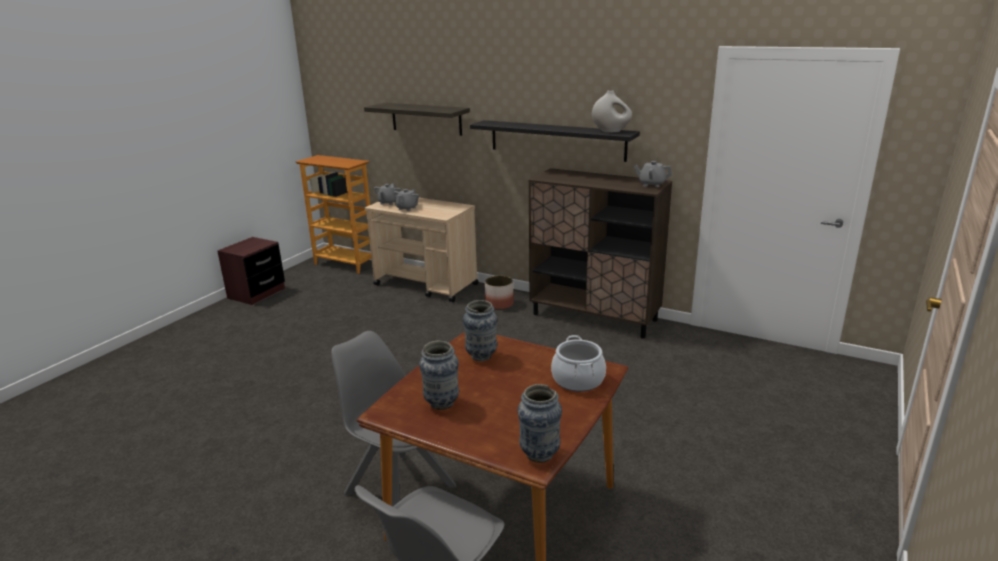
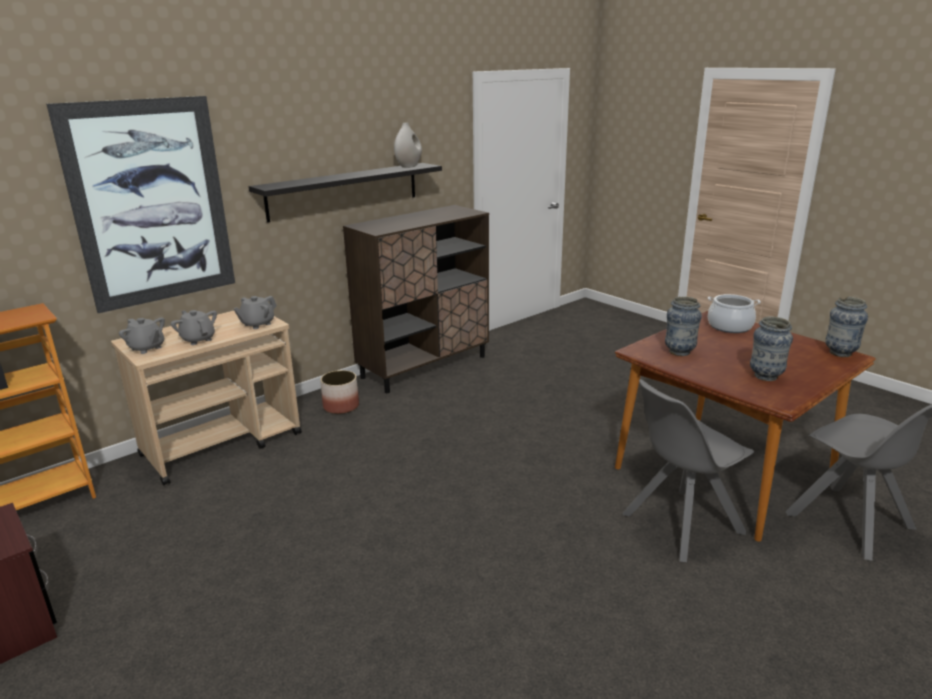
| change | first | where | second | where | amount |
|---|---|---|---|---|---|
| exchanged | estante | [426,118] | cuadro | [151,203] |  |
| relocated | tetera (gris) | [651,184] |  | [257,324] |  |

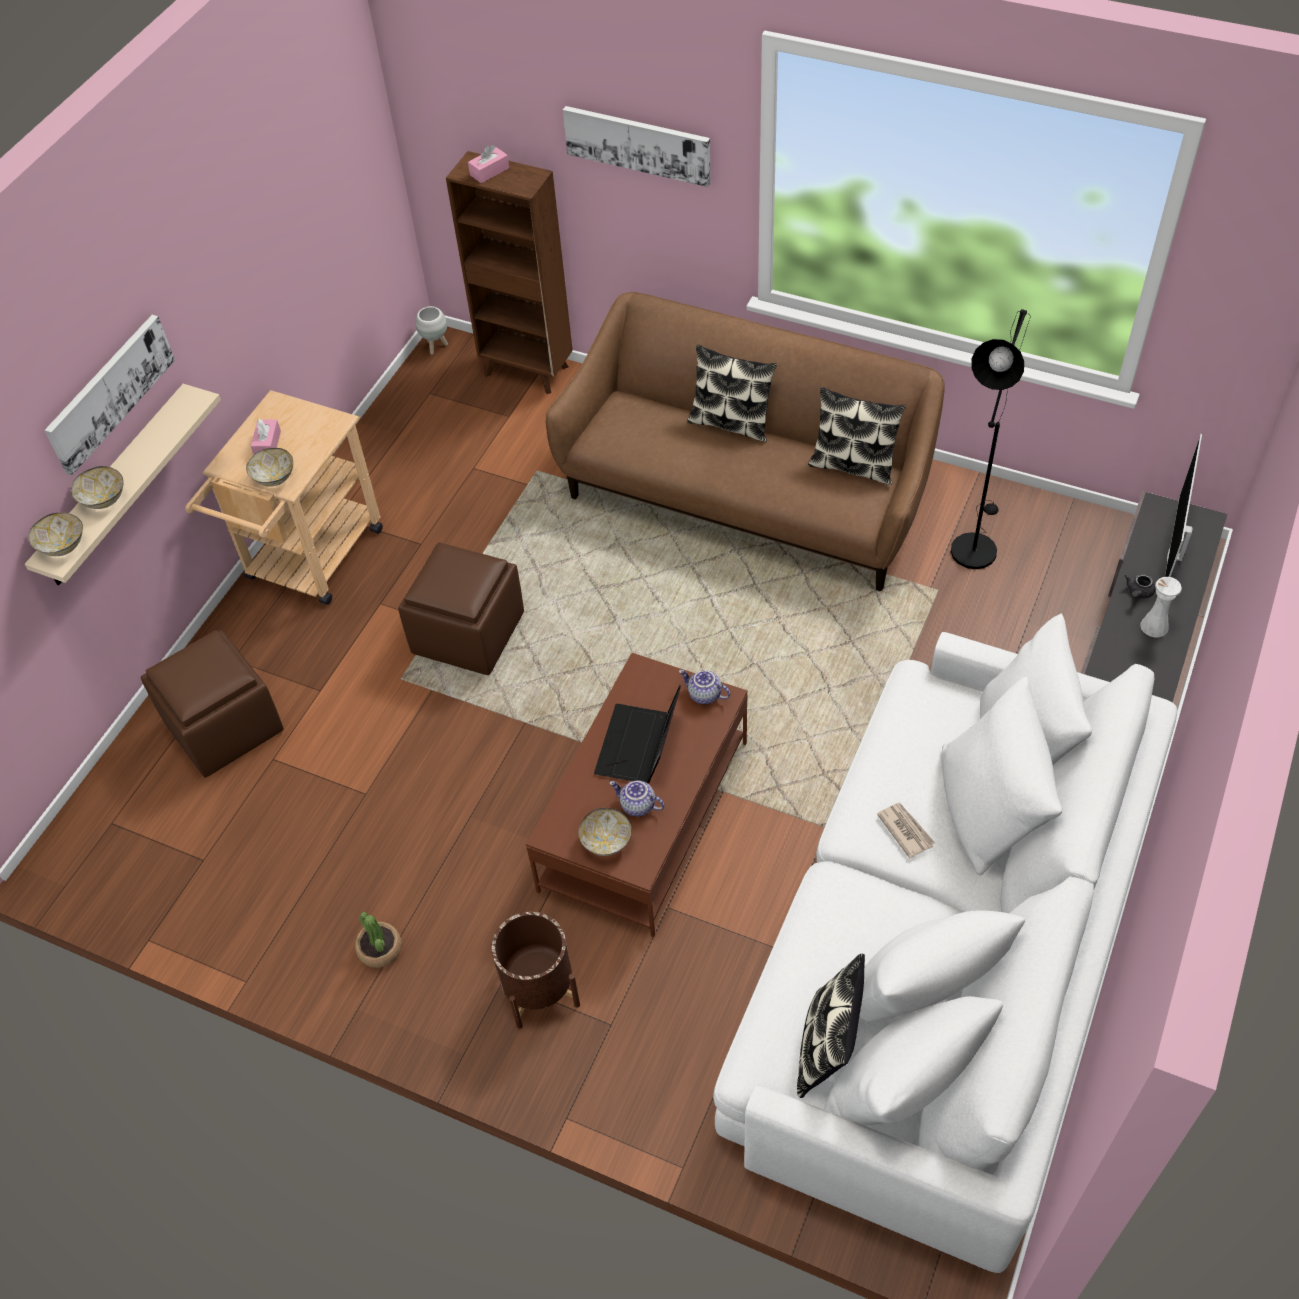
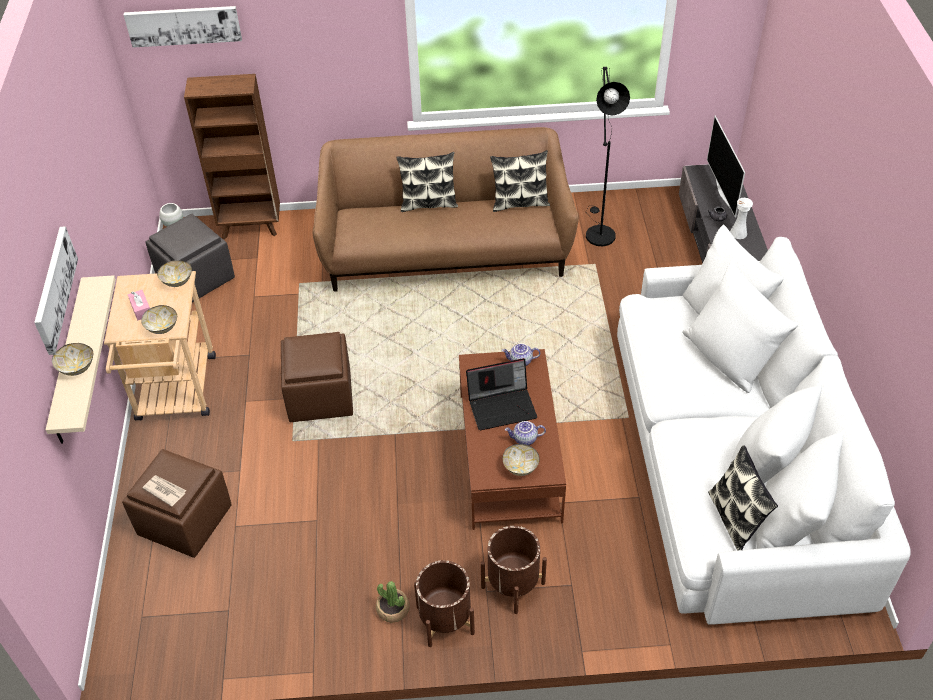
| change | first | where | second | where | amount |
|---|---|---|---|---|---|
| relocated | cuenco | [63,546] |  | [178,281] |  |
| missing | caja de pañuelos (rosa) | [489,171] |  |  |  |
| relocated | cuadro | [638,144] |  | [183,25] |  |
| spun | portátil | [639,747] |  | [502,406] | 90 degrees counterclockwise |
| relocated | periódico | [905,830] |  | [165,490] |  |
| appeared |  |  | puf (gris) | [196,278] |  |
| appeared |  |  | maceta (marrón) | [445,620] |  |

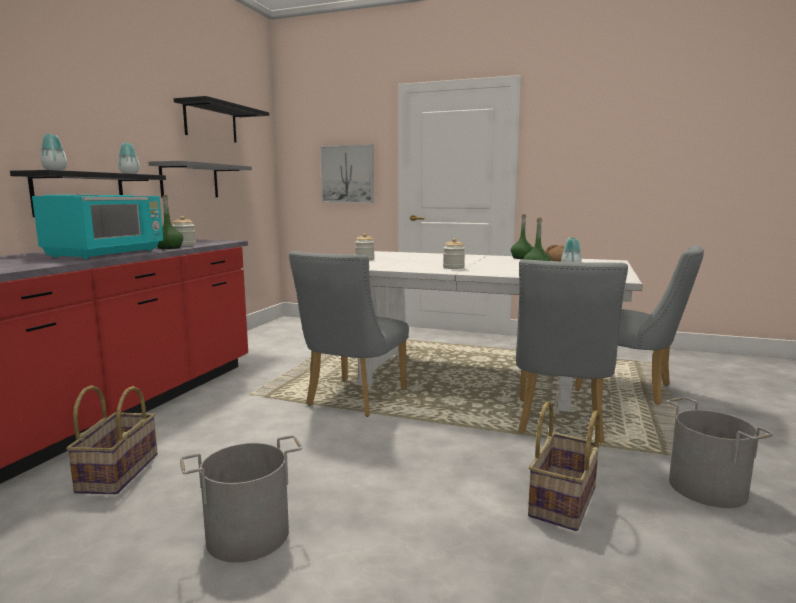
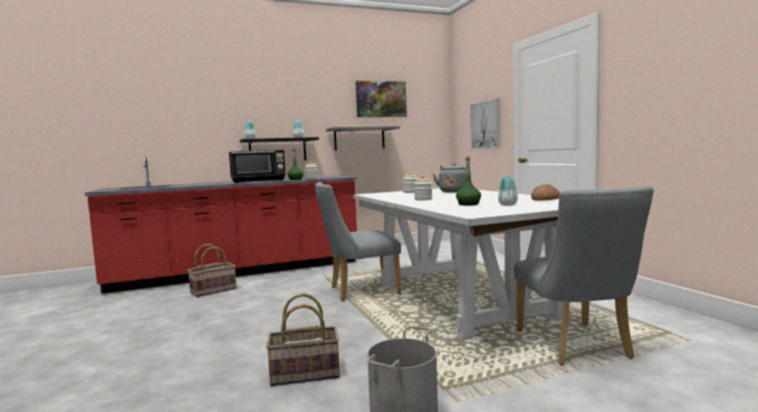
| change | first | where | second | where | amount |
|---|---|---|---|---|---|
| colour | microondas (turquesa) | [108,253] | microondas (negro) | [259,181] |  |
| exchanged | estante (negro) | [211,123] | cuadro | [381,99] |  |
| missing | cubo (gris) | [247,534] |  |  |  |
| missing | botella (verde) | [522,258] |  |  |  |
| missing | silla (gris) | [559,424] |  |  |  |
| appeared |  |  | hervidor (gris) | [453,191] |  |

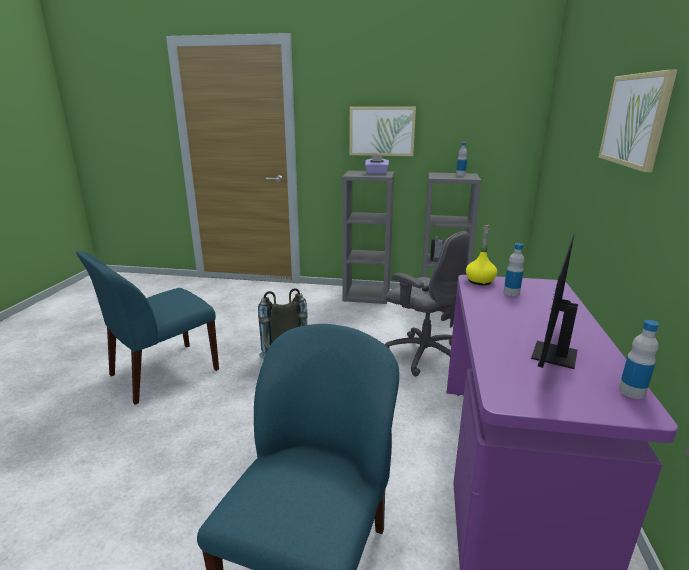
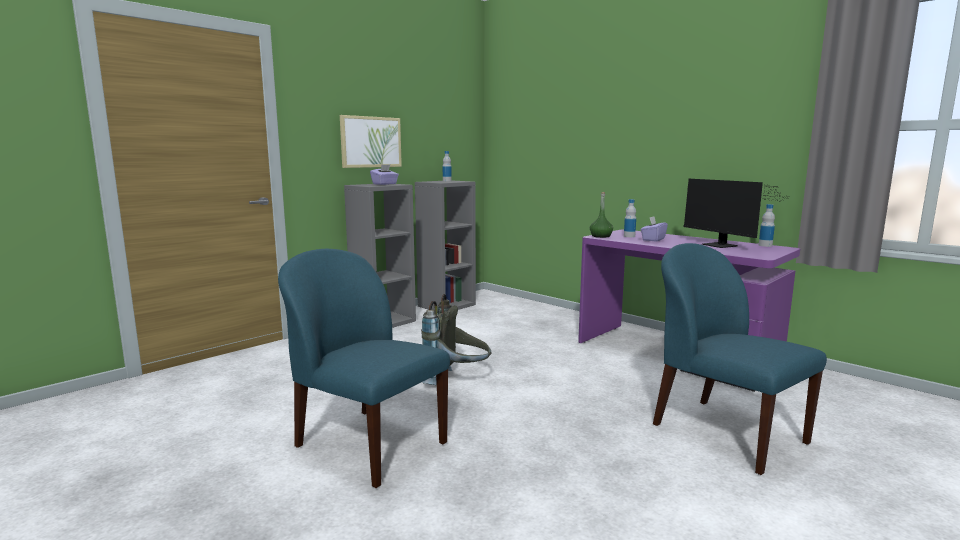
| change | first | where | second | where | amount |
|---|---|---|---|---|---|
| spun | silla (azul) | [162,373] |  | [368,444] | 135 degrees clockwise |
| missing | silla de oficina (gris) | [424,354] |  |  |  |
| colour | botella (amarillo) | [480,281] | botella (verde) | [601,236] |  |
| missing | cuadro | [635,120] |  |  |  |
| appeared |  |  | caja de pañuelos (morado) | [653,239] |  |

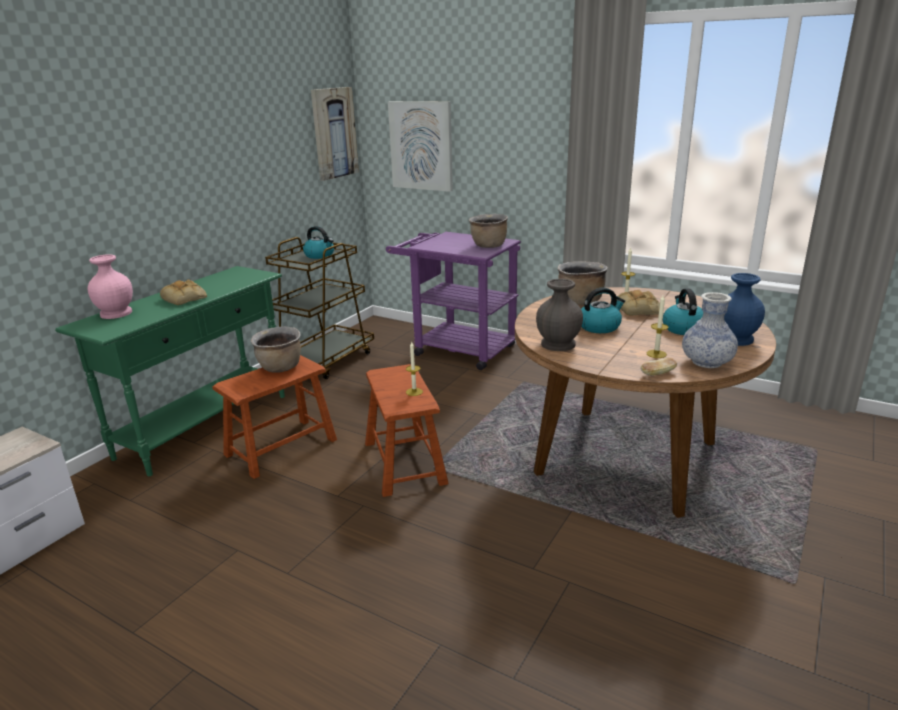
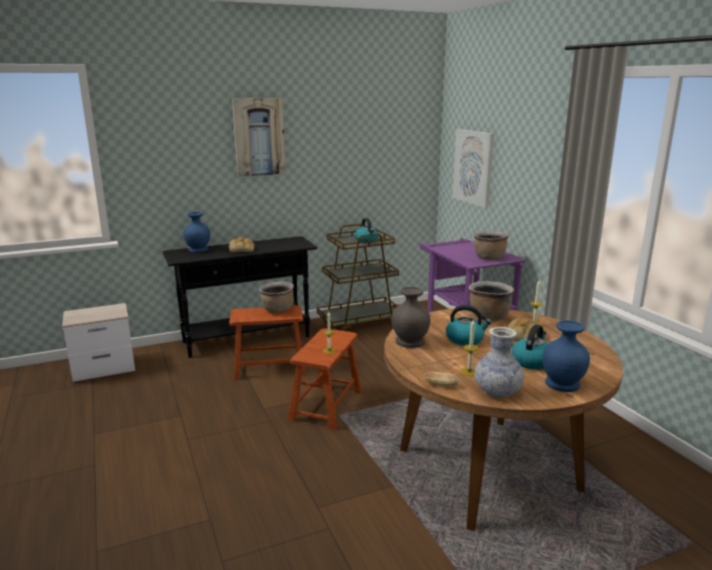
| change | first | where | second | where | amount |
|---|---|---|---|---|---|
| colour | mesa consola (verde) | [206,425] | mesa consola (negro) | [247,339] |  |
| colour | florero (rosa) | [116,313] | florero (azul) | [199,249] |  |
| relocated | cuadro | [334,133] |  | [259,137] |  |

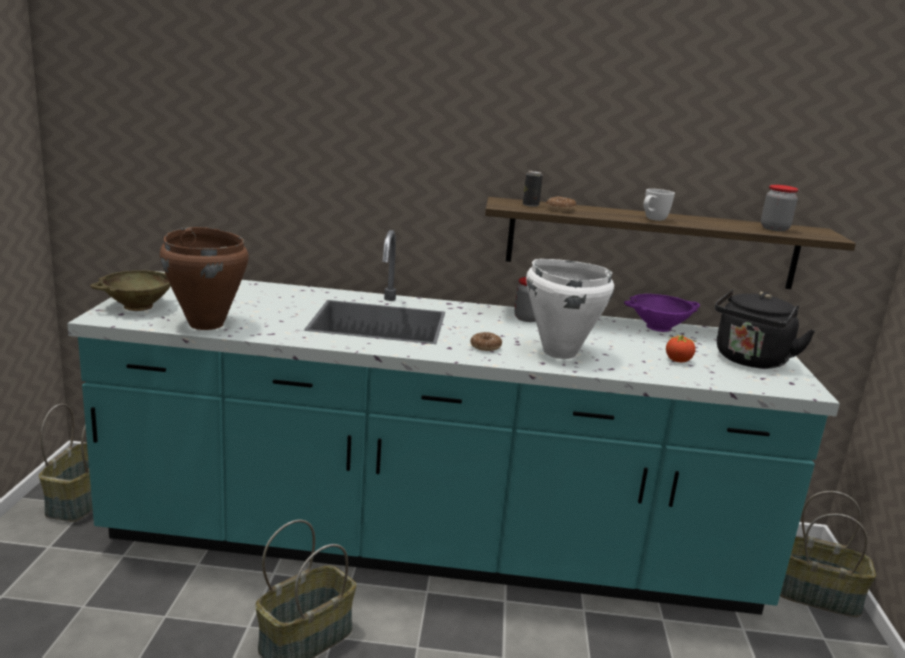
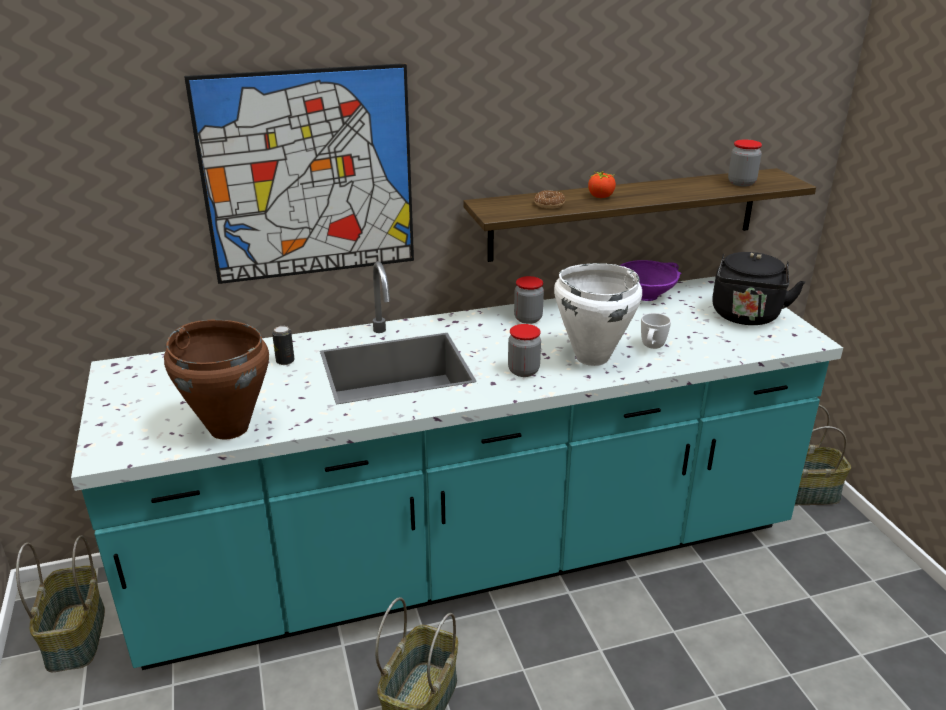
| change | first | where | second | where | amount |
|---|---|---|---|---|---|
| missing | cuenco (beis) | [138,306] |  |  |  |
| exchanged | rosquilla | [485,347] | tarro | [523,371] |  |
| relocated | lata | [530,205] |  | [285,361] |  |
| relocated | taza grande (blanco) | [652,220] |  | [651,348] |  |
| relocated | tomate | [678,360] |  | [601,196] |  |
| appeared |  |  | cuadro | [309,176] |  |

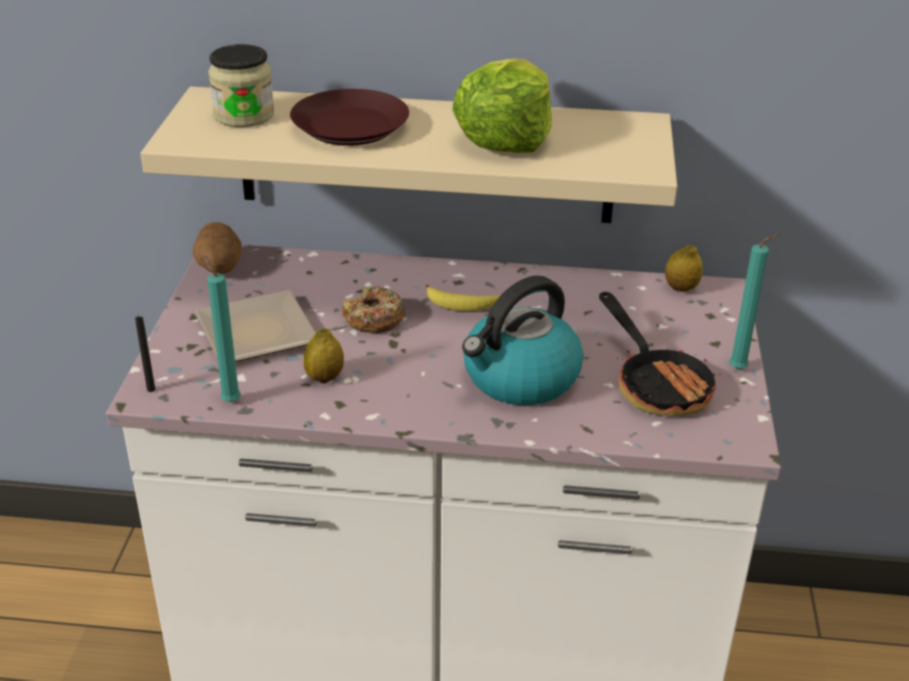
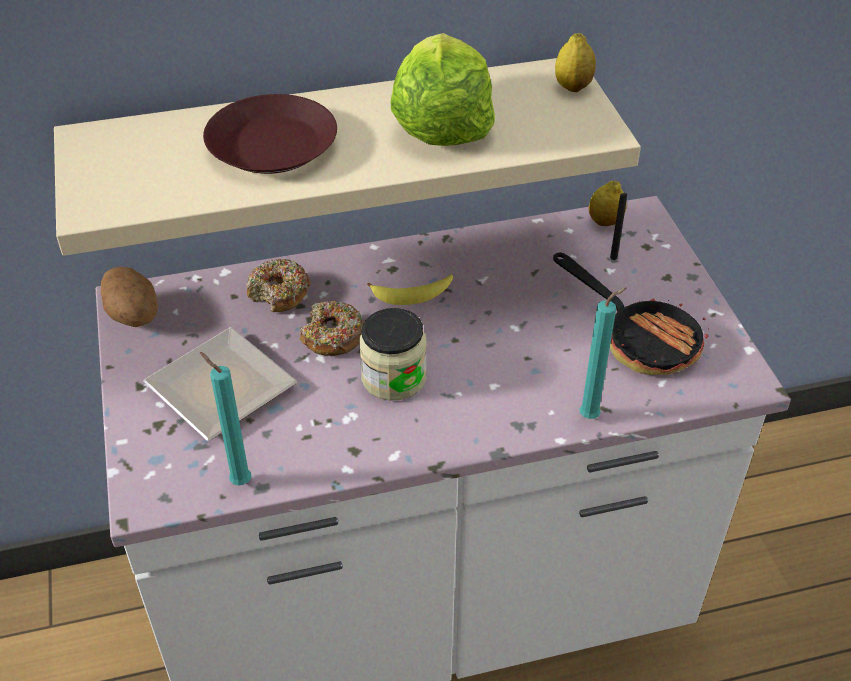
| change | first | where | second | where | amount |
|---|---|---|---|---|---|
| relocated | vela (negro) | [151,389] |  | [613,257] |  |
| relocated | tarro | [244,115] |  | [393,377] |  |
| relocated | limón | [324,377] |  | [573,87] |  |
| missing | hervidor | [520,379] |  |  |  |
| relocated | vela (turquesa) | [741,369] |  | [592,416] |  |
| appeared |  |  | rosquilla | [279,293] |  |

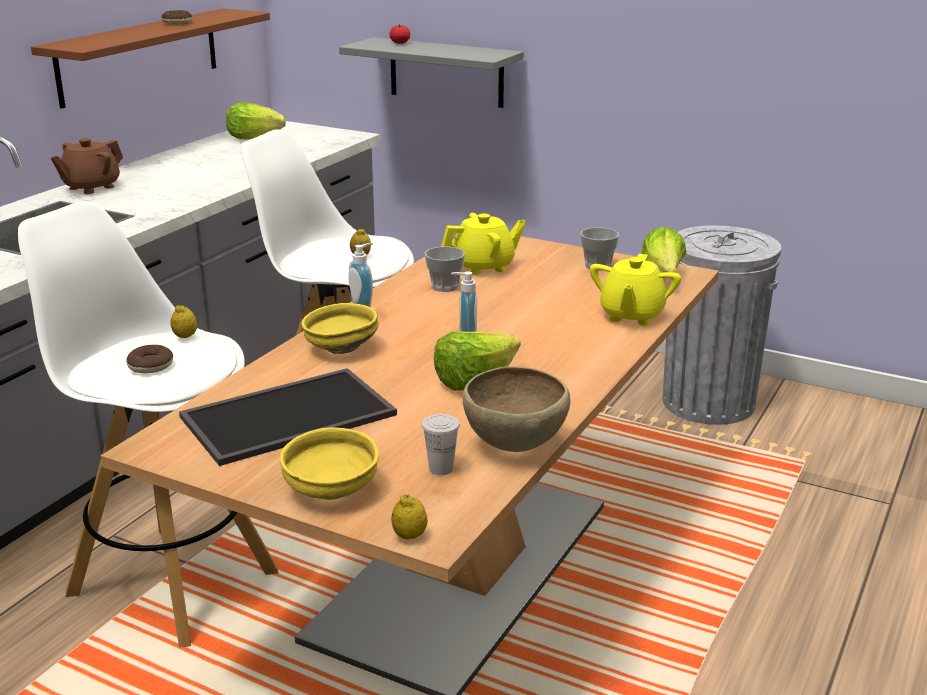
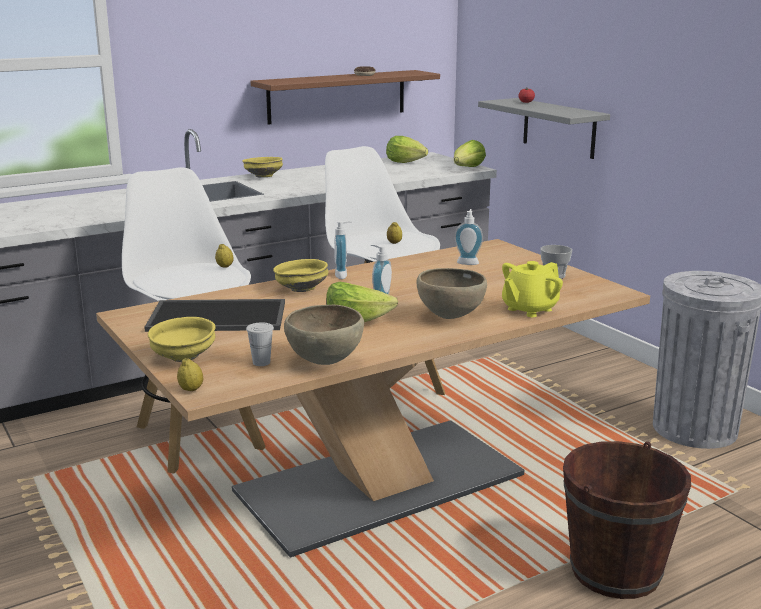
| change | first | where | second | where | amount |
|---|---|---|---|---|---|
| exchanged | tetera (marrón) | [91,187] | cuenco (amarillo) | [263,176] |  |
| missing | rosquilla | [151,366] |  |  |  |
| missing | taza | [445,286] |  |  |  |
| exchanged | tetera (amarillo) | [484,266] | dispensador de jabón | [468,262] |  |
| relocated | lechuga | [662,278] |  | [467,168] |  |
| appeared |  |  | cuenco (marrón) | [450,317] |  |
| appeared |  |  | cubo (marrón) | [615,571] |  |

